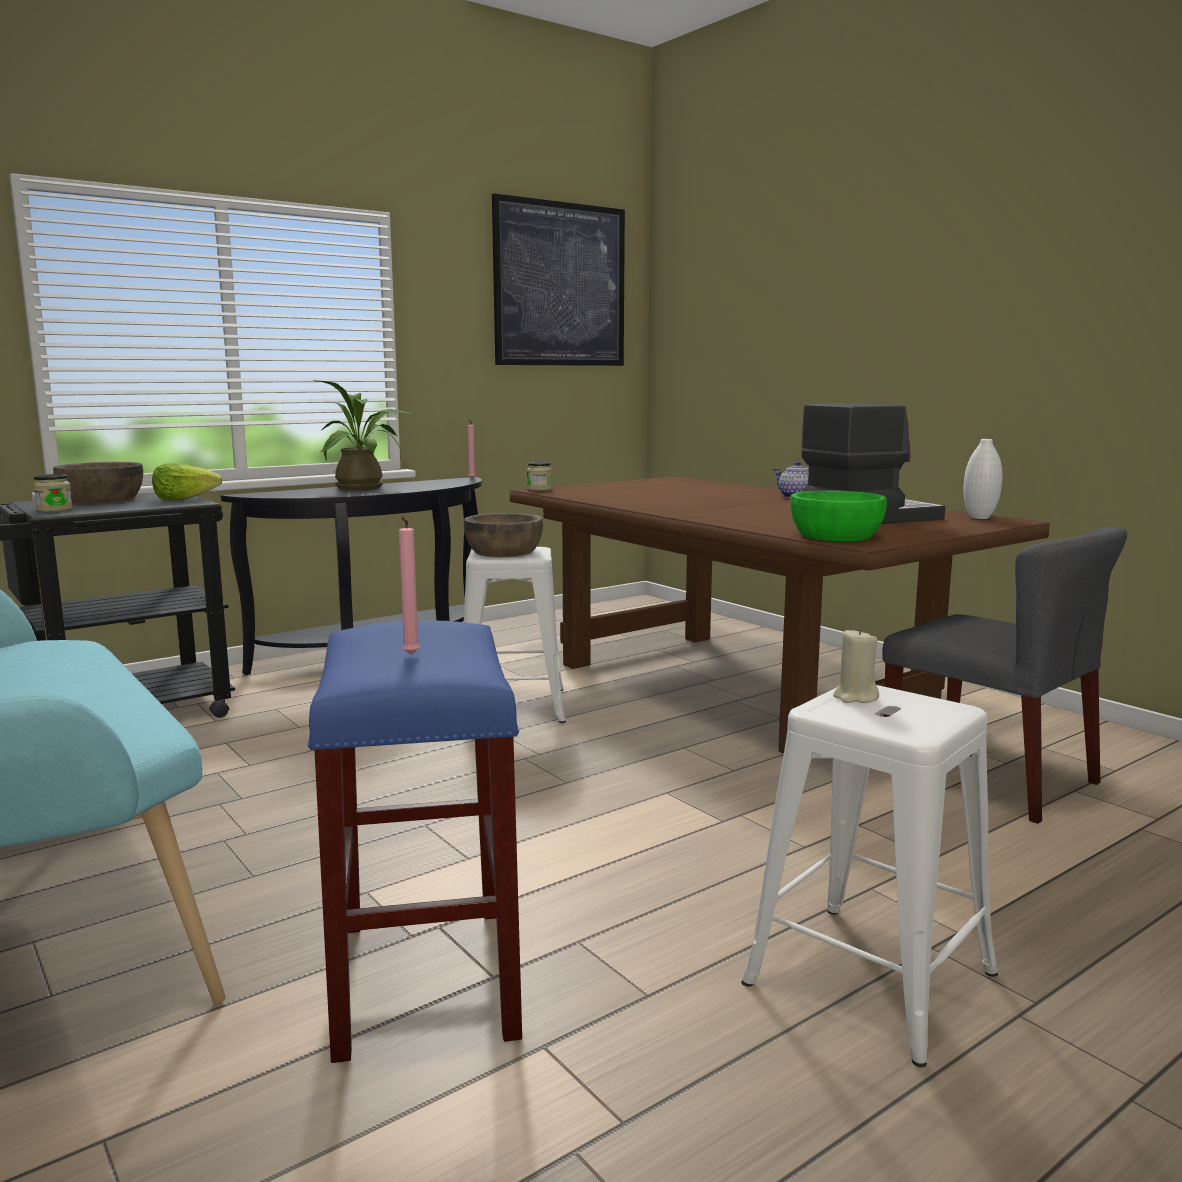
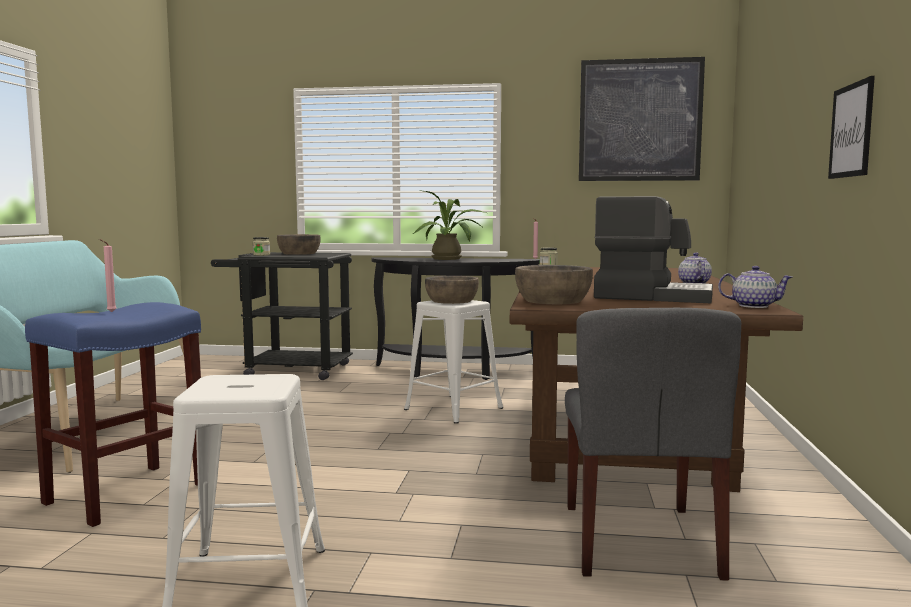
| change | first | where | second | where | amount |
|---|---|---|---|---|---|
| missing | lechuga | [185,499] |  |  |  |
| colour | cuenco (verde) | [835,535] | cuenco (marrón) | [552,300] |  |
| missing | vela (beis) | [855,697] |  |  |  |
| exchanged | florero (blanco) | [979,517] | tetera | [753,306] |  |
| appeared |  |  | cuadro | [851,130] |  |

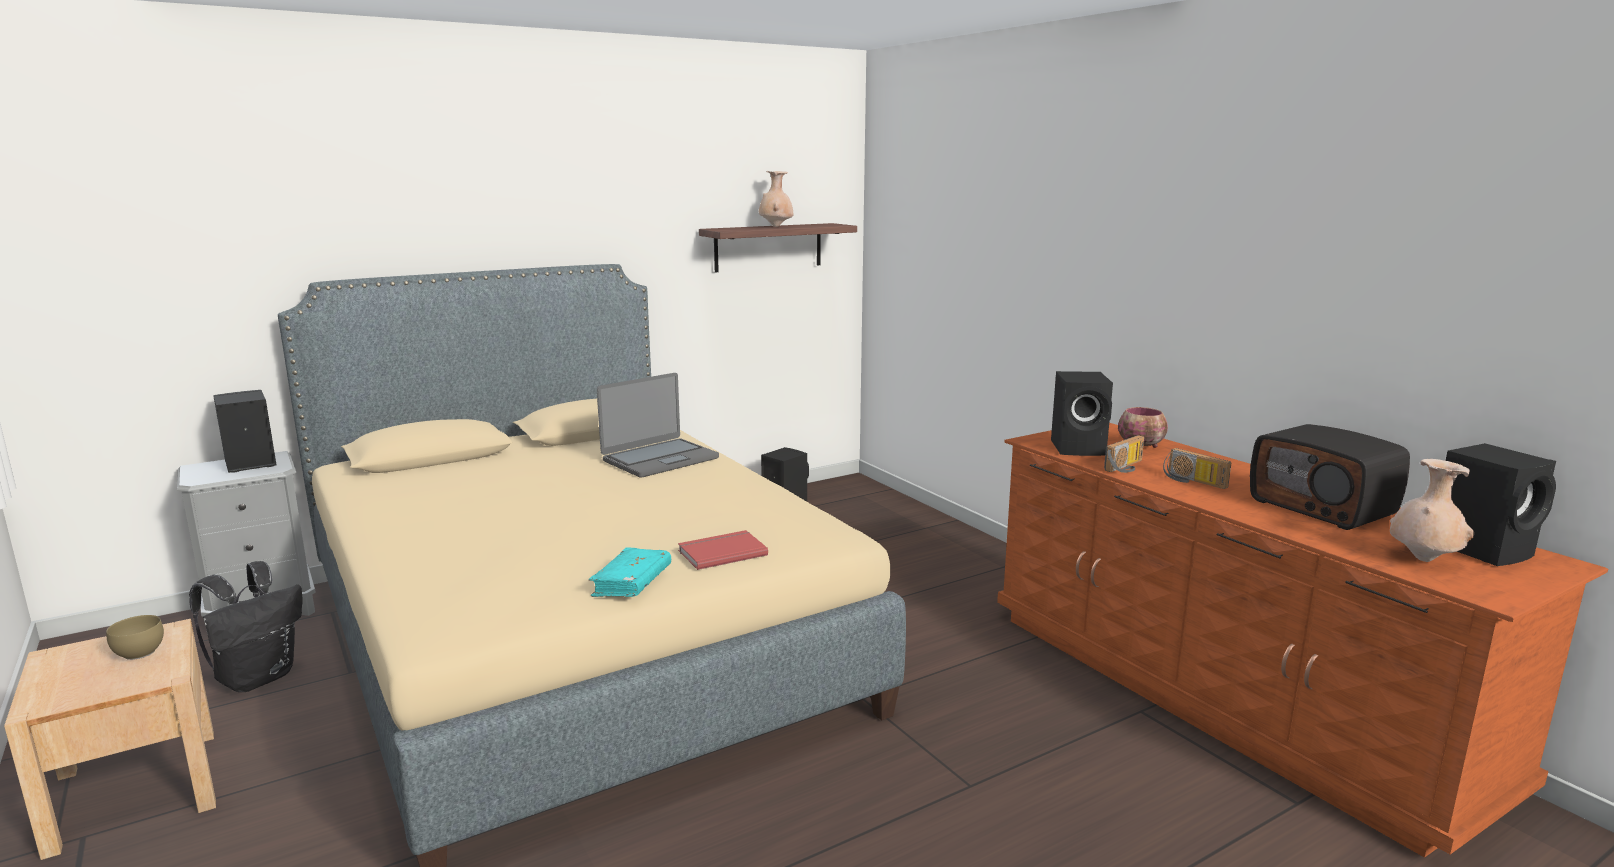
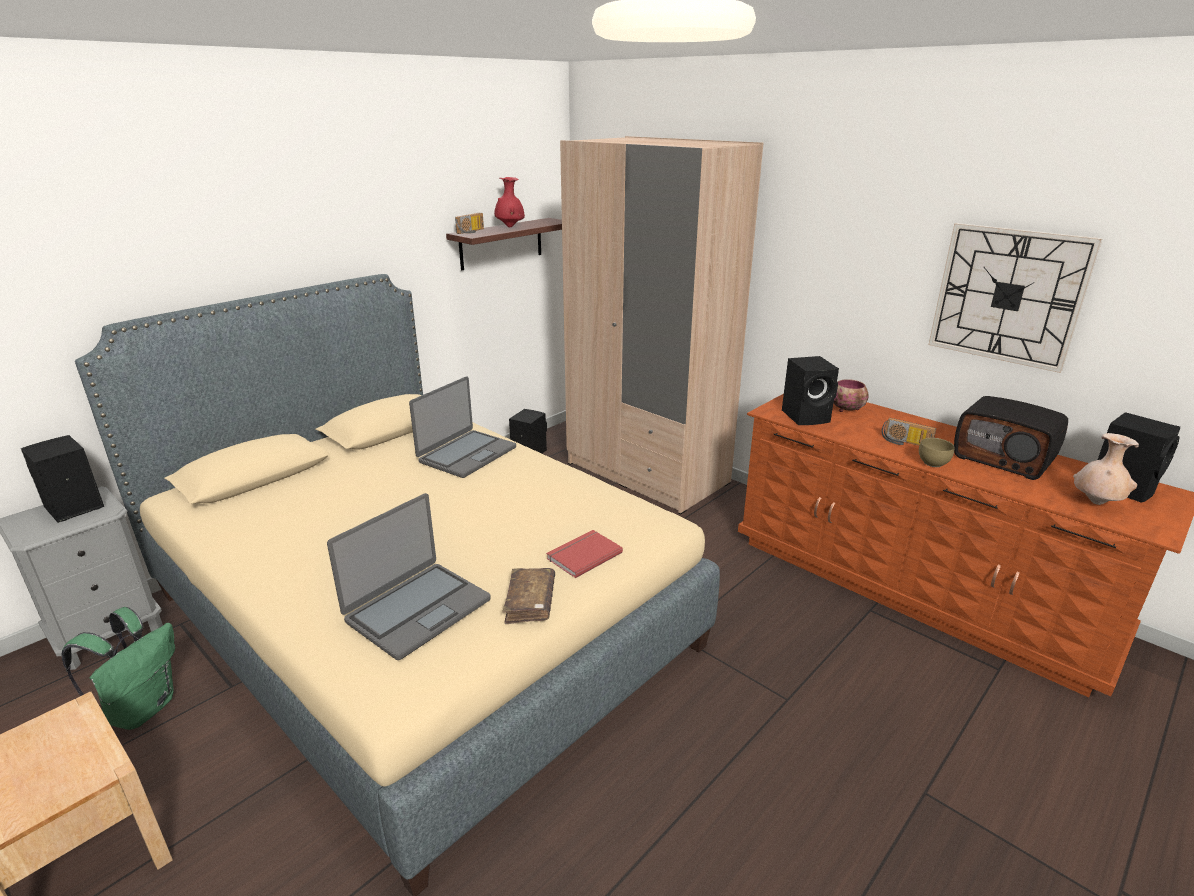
| change | first | where | second | where | amount |
|---|---|---|---|---|---|
| relocated | cuenco (marrón) | [137,654] |  | [932,464] |  |
| colour | mochila (negro) | [258,677] | mochila (verde) | [142,709] |  |
| colour | libro (turquesa) | [632,583] | libro (marrón) | [530,602] |  |
| colour | florero (beis) | [776,226] | florero (rojo) | [510,227] |  |
| relocated | radio | [1127,467] |  | [472,232] |  |
| appeared |  |  | portátil | [417,609] |  |
| appeared |  |  | armario ropero (beis) | [647,473] |  |
| appeared |  |  | reloj de pared | [1008,296] |  |

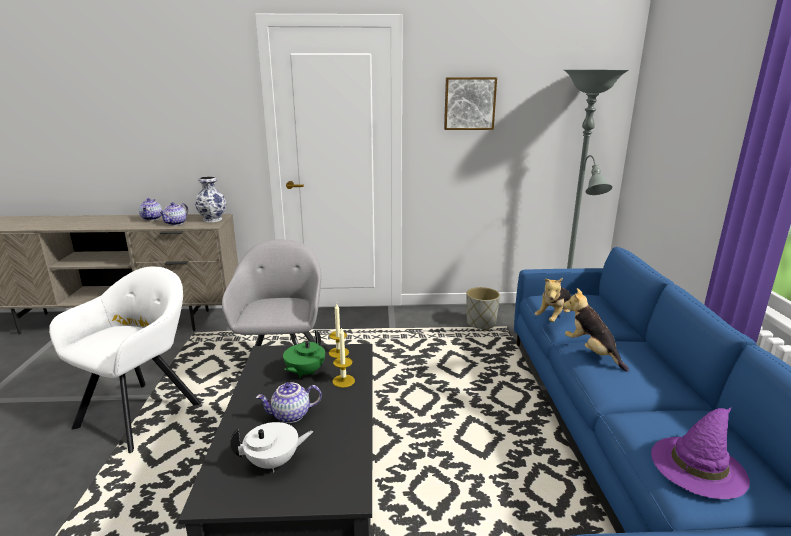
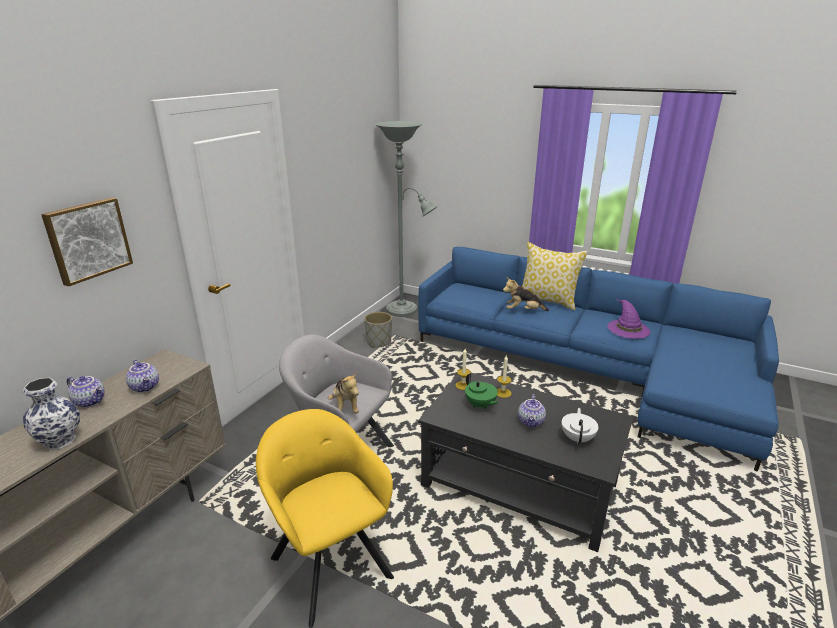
| change | first | where | second | where | amount |
|---|---|---|---|---|---|
| colour | sillón (blanco) | [144,412] | sillón (amarillo) | [329,562] |  |
| relocated | florero | [213,219] |  | [59,440] |  |
| relocated | cuadro | [469,103] |  | [87,240] |  |
| relocated | peluche | [555,318] |  | [345,406] |  |
| appeared |  |  | cojín | [548,301] |  |

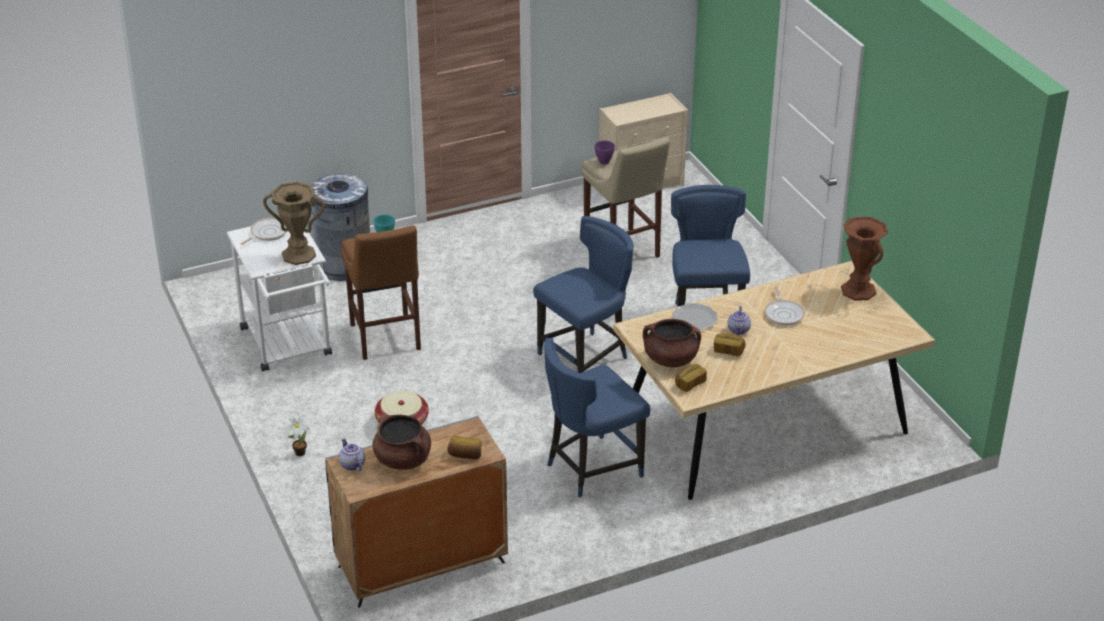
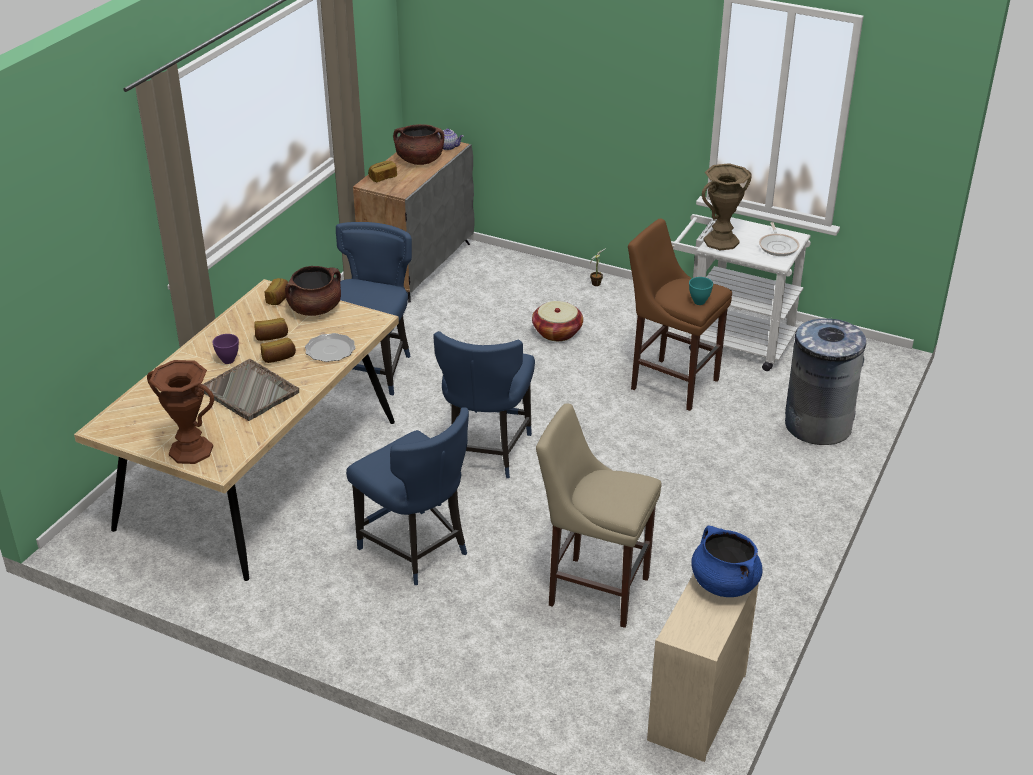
| change | first | where | second | where | amount |
|---|---|---|---|---|---|
| relocated | cuenco (morado) | [603,162] |  | [229,360] |  |
| exchanged | tetera | [739,330] | pan | [278,358] |  |
| exchanged | sartén | [784,313] | bandeja (gris) | [249,392] |  |
| appeared |  |  | olla (azul) | [724,583] |  |

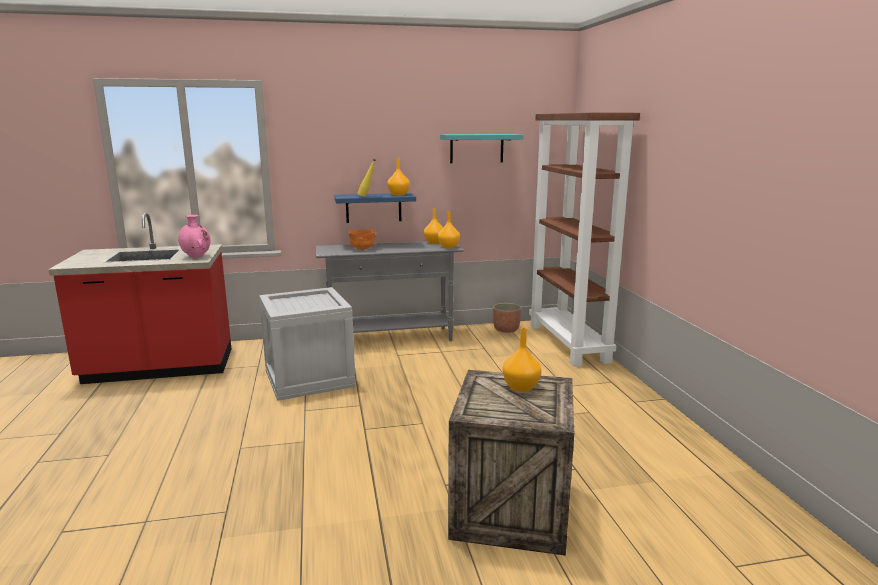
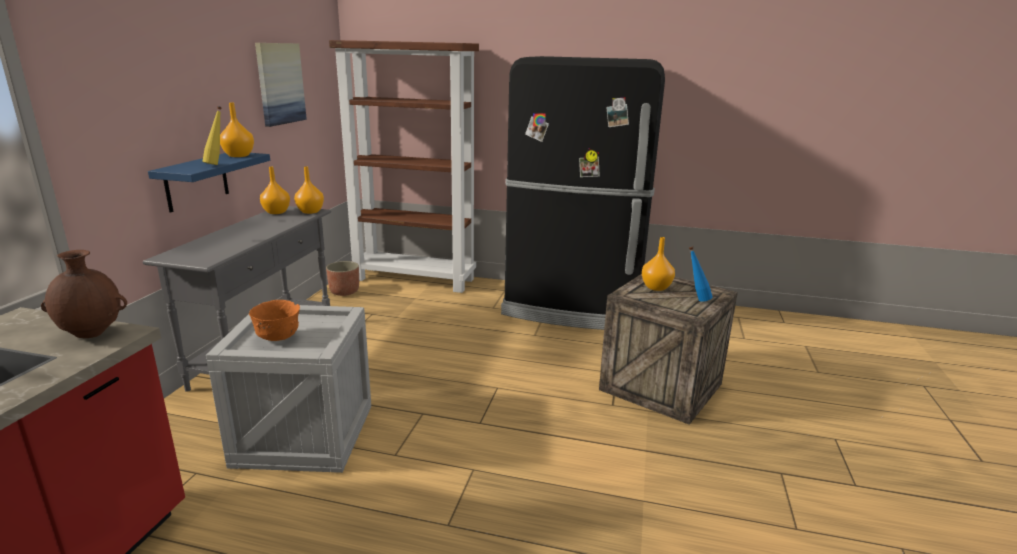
| change | first | where | second | where | amount |
|---|---|---|---|---|---|
| colour | florero (rosa) | [196,257] | florero (marrón) | [92,334] |  |
| relocated | cuenco (naranja) | [362,249] |  | [278,338] |  |
| exchanged | estante (turquesa) | [476,148] | cuadro | [280,83] |  |
| appeared |  |  | nevera (negro) | [573,307] |  |
| appeared |  |  | botella (azul) | [696,300] |  |

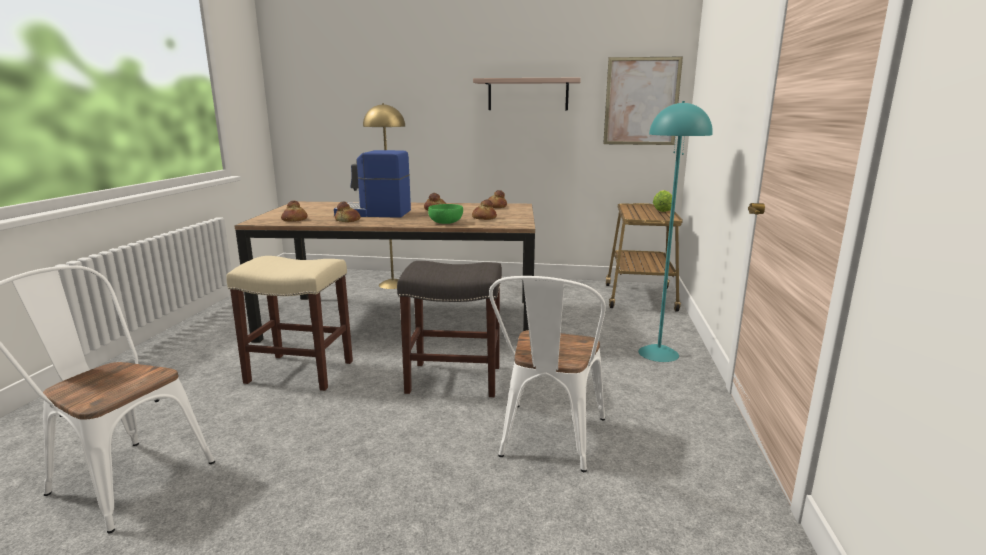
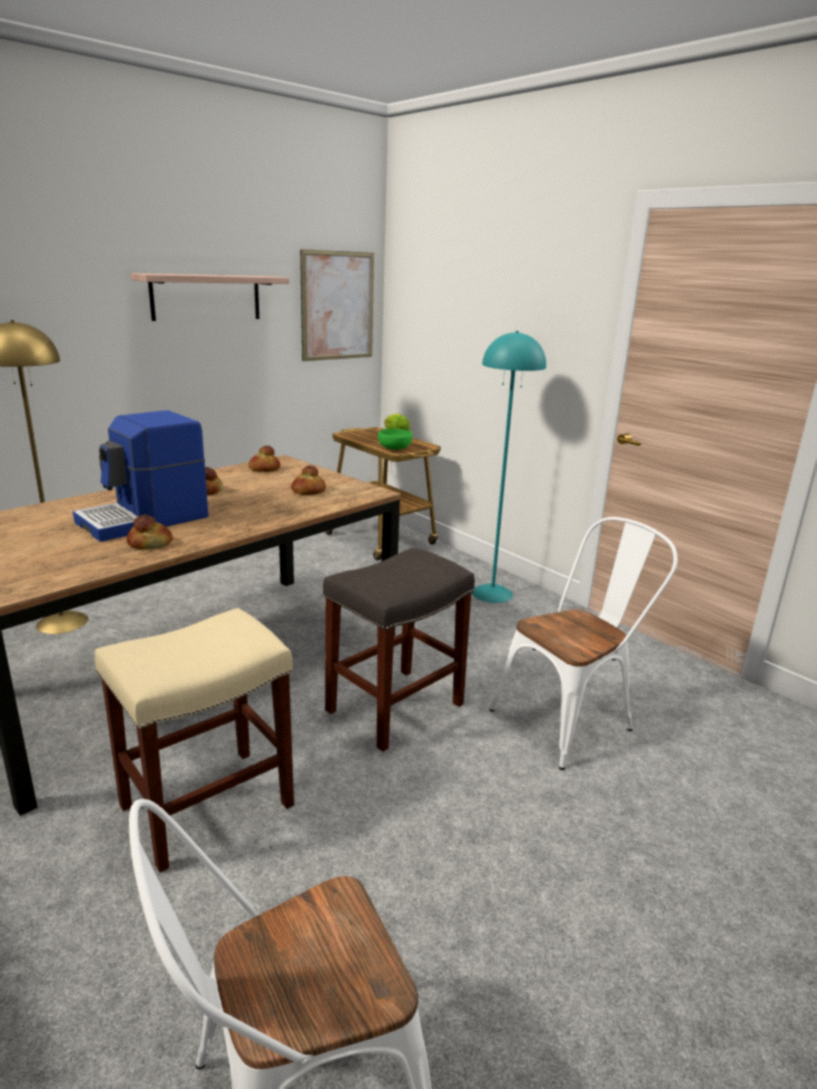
| change | first | where | second | where | amount |
|---|---|---|---|---|---|
| missing | pan | [295,220] |  |  |  |
| relocated | cuenco (verde) | [446,222] |  | [394,447] |  |
| spun | silla (blanco) | [548,441] |  | [571,718] | 90 degrees counterclockwise |

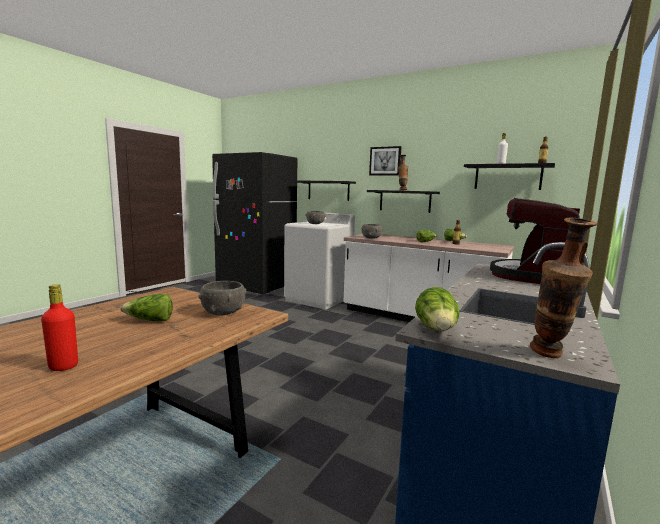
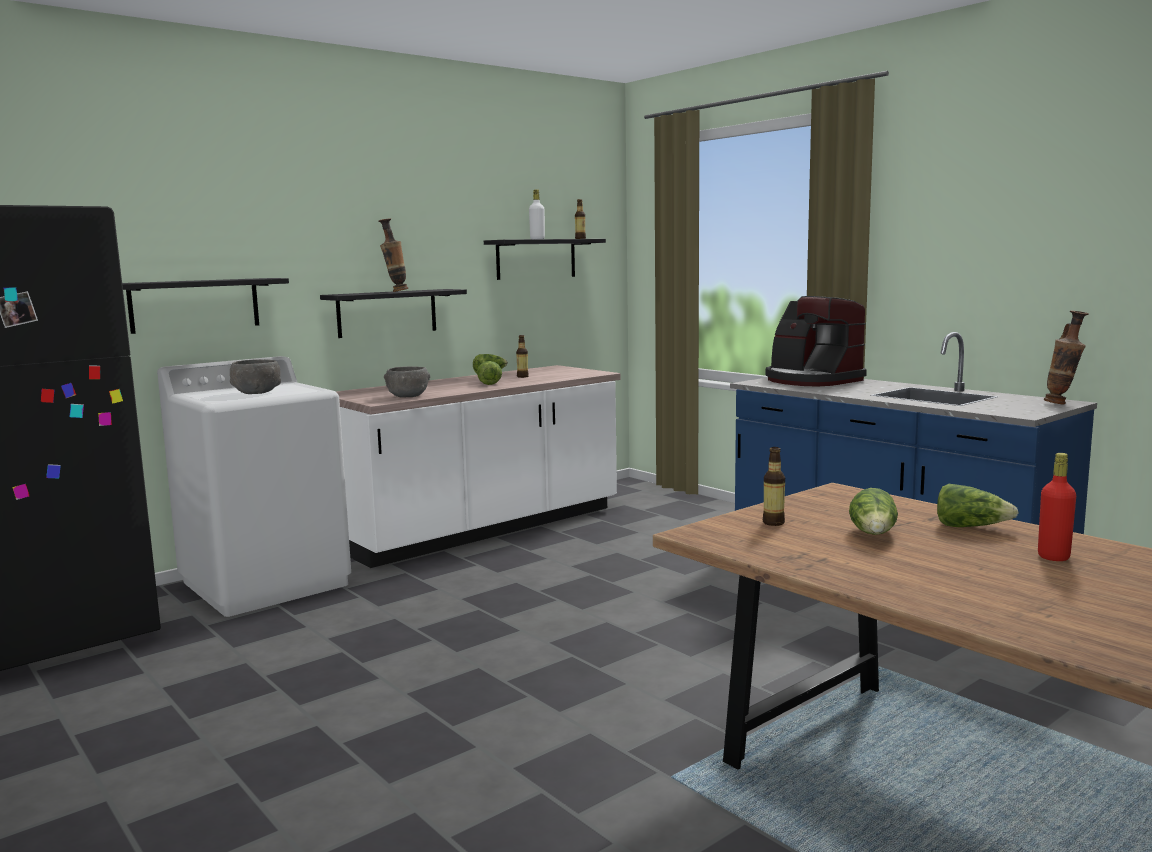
| change | first | where | second | where | amount |
|---|---|---|---|---|---|
| missing | cuenco (gris) | [223,312] |  |  |  |
| missing | cuadro | [385,161] |  |  |  |
| relocated | lechuga | [437,330] |  | [970,527] |  |
| appeared |  |  | botella | [773,523] |  |

